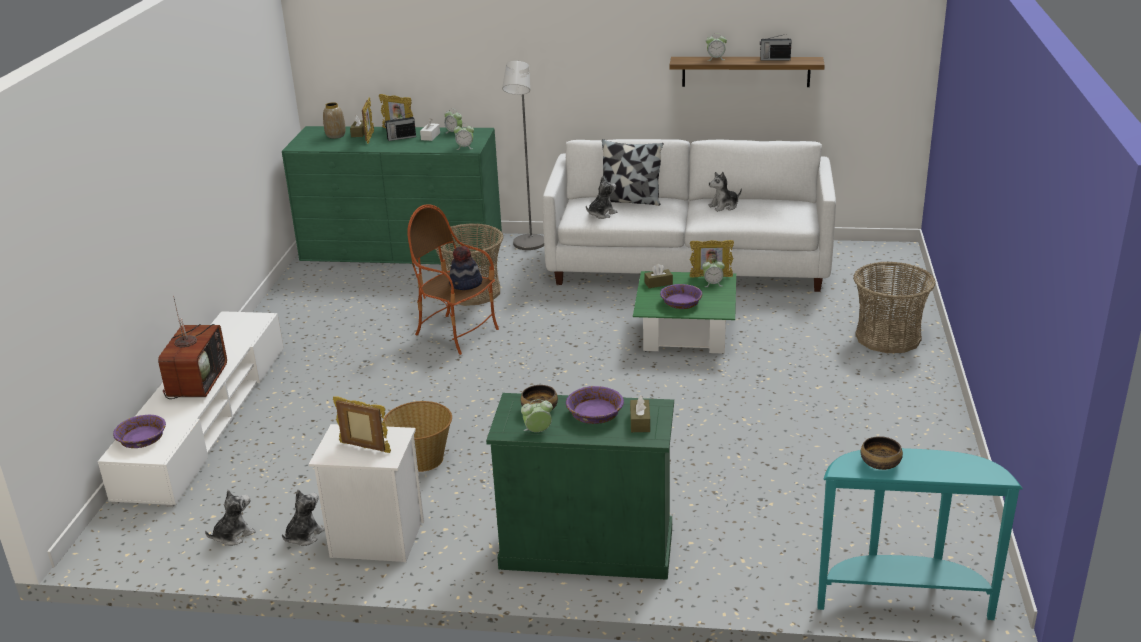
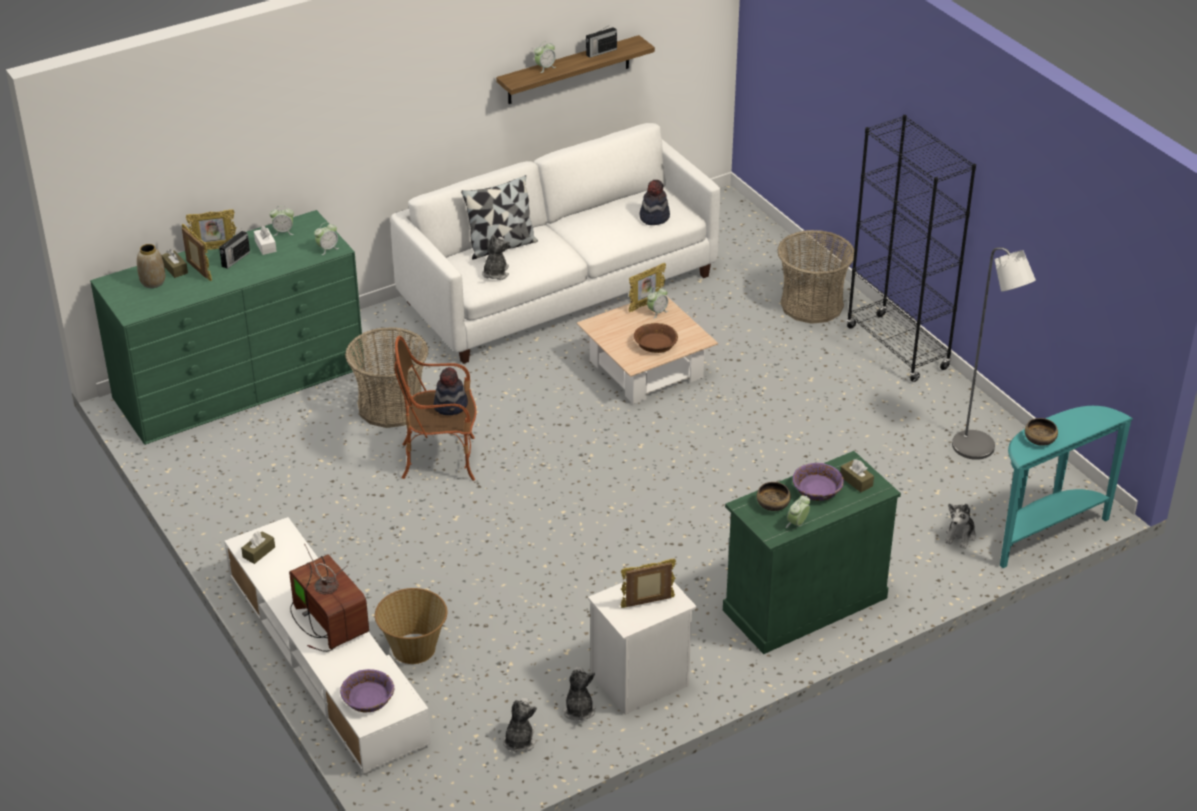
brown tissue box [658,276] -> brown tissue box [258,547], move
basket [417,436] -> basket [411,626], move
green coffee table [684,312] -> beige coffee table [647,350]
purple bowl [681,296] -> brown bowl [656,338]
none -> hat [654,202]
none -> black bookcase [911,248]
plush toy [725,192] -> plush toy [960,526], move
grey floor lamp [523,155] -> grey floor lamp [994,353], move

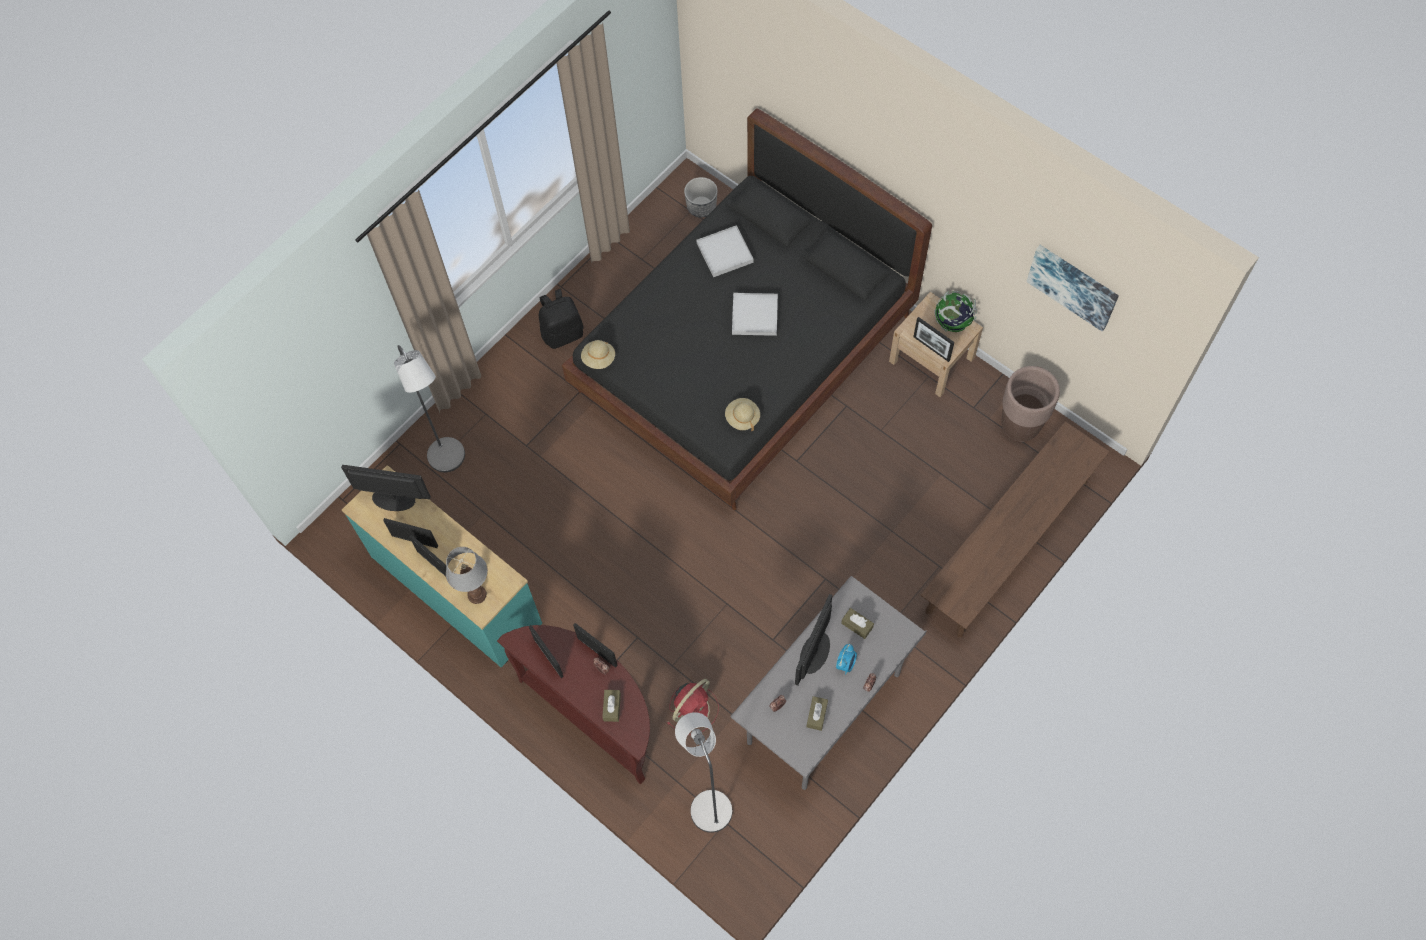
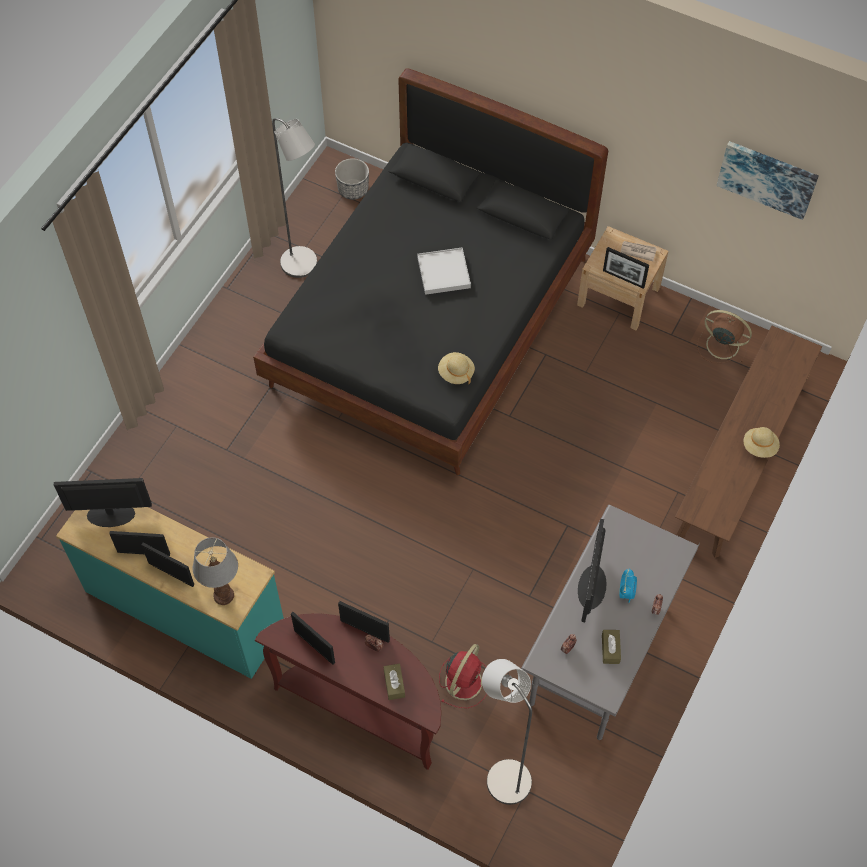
grey floor lamp [429,408] -> grey floor lamp [294,198], move
globe [955,311] -> newspaper [639,251]
brown planter [1030,404] -> brown fan [724,336]
beige hat [598,354] -> beige hat [762,442], move
black backpack [561,319] -> none
white tray [725,251] -> none
brown tissue box [857,623] -> none

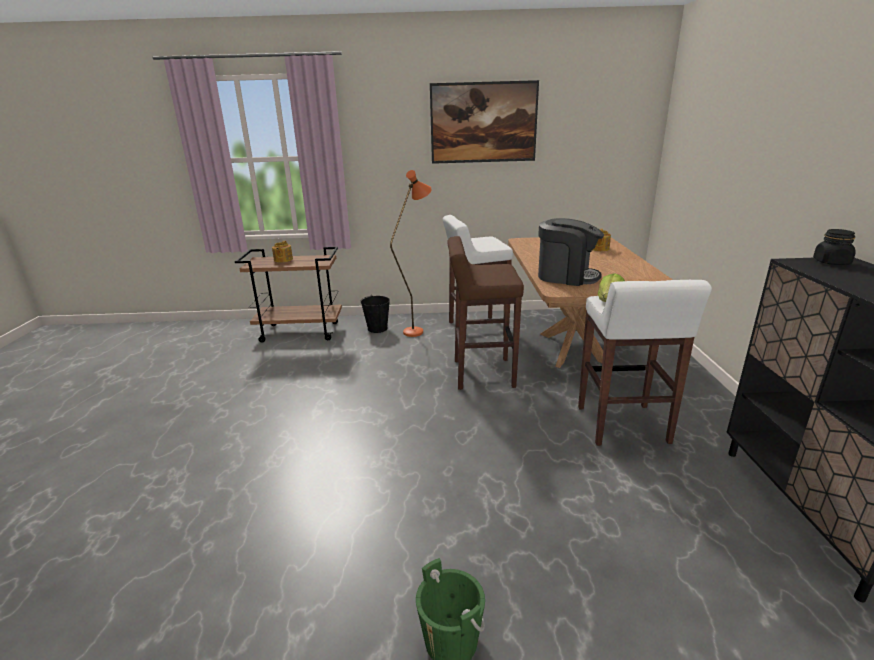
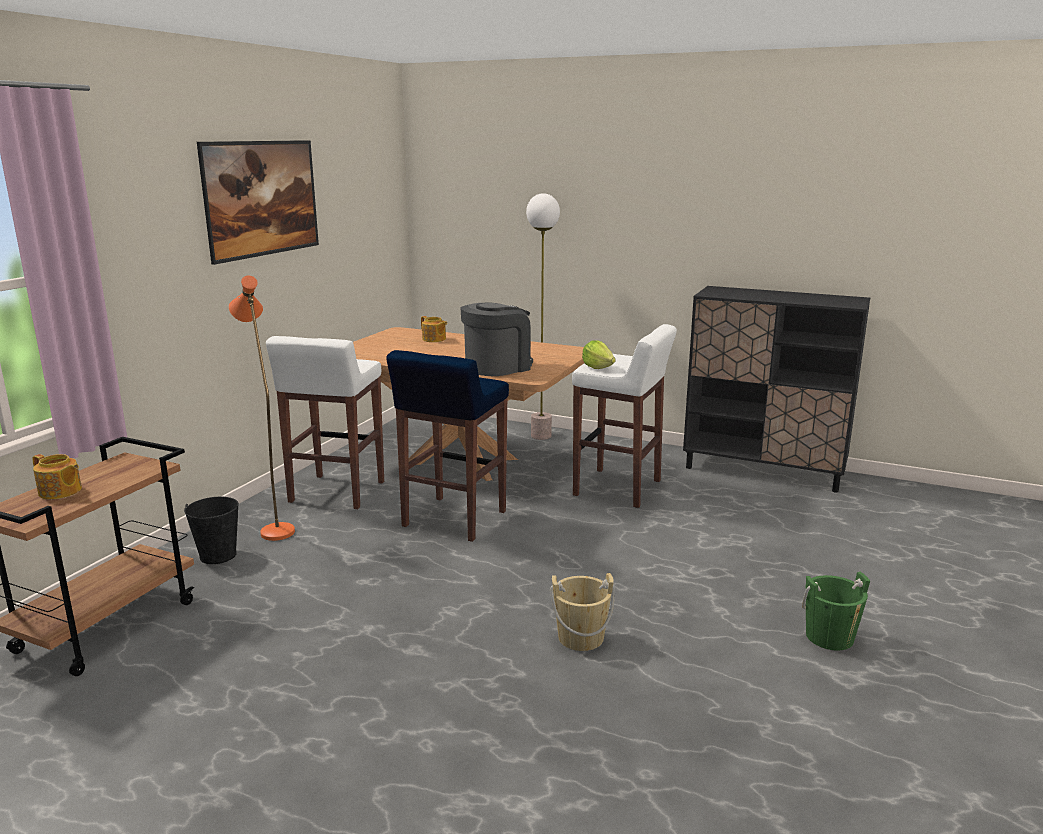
brown stool [486,313] -> blue stool [447,446]
none -> floor lamp [543,316]
none -> beige bucket [582,612]
black jar [834,247] -> none

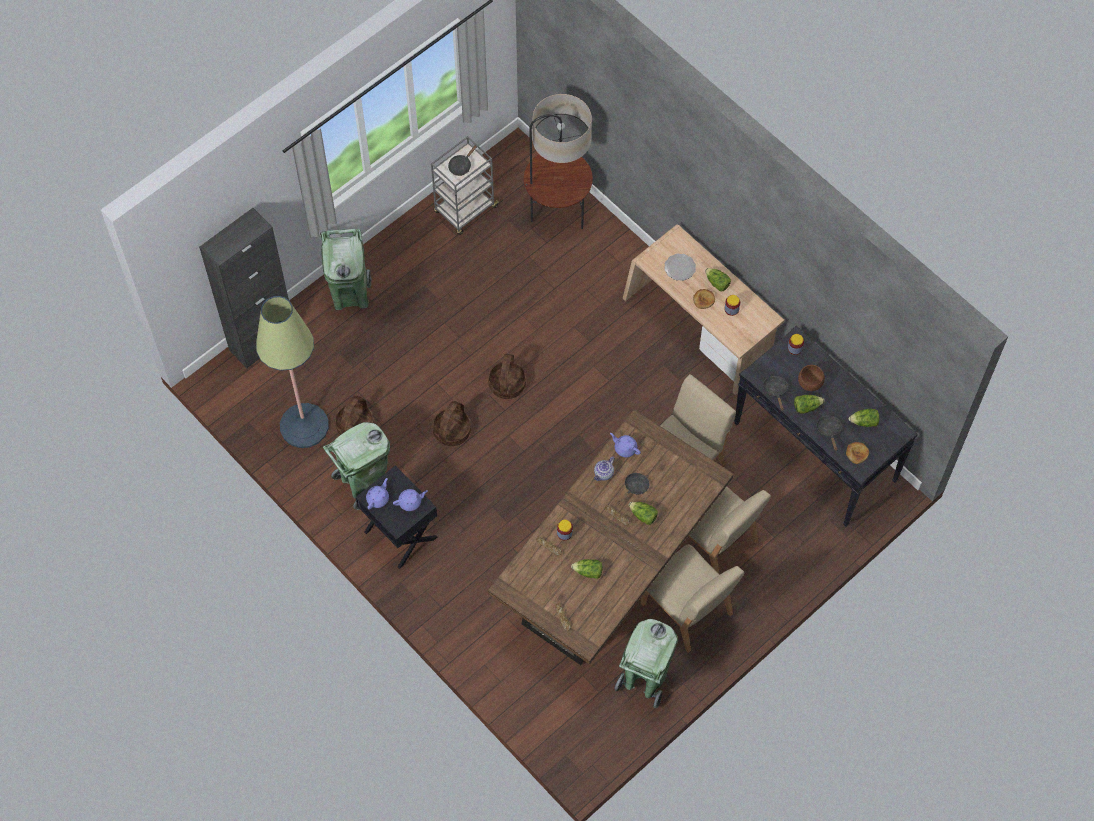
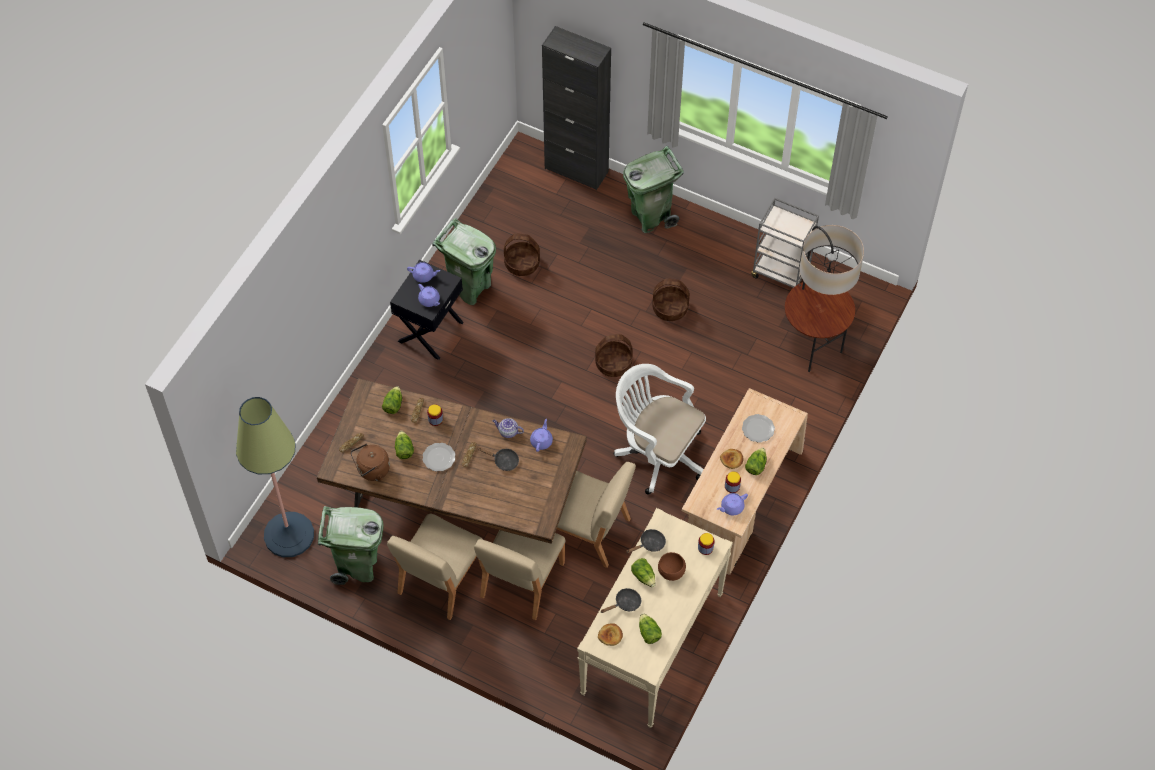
floor lamp [292,372] -> floor lamp [275,477], move
none -> brown kettle [370,462]
lettuce [643,513] -> lettuce [392,400], move
none -> plate [439,457]
black console table [826,426] -> beige console table [655,618]
none -> white office chair [660,429]
basket [452,423] -> basket [671,299], move
none -> purple teapot [732,504]
black frying pan [463,160] -> none

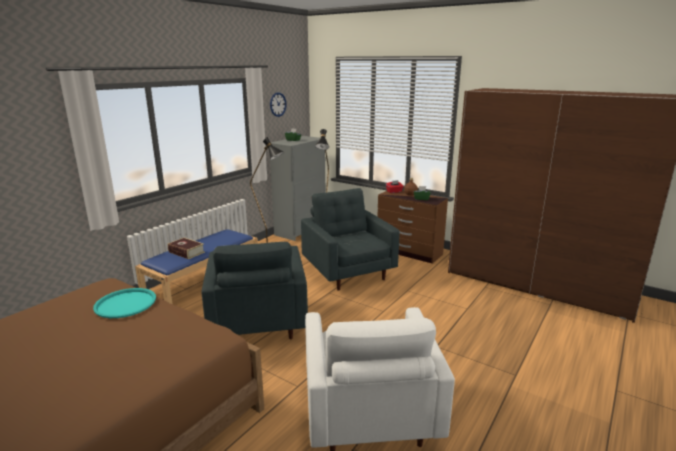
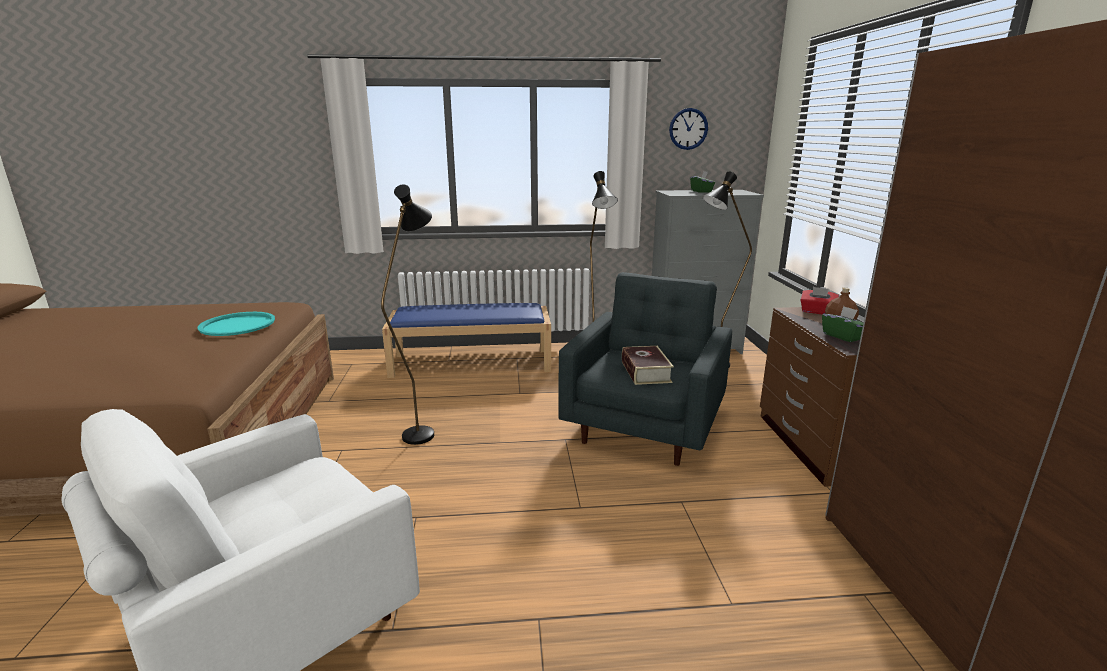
grey armchair [254,290] -> black floor lamp [407,315]
book [186,248] -> book [648,365], move

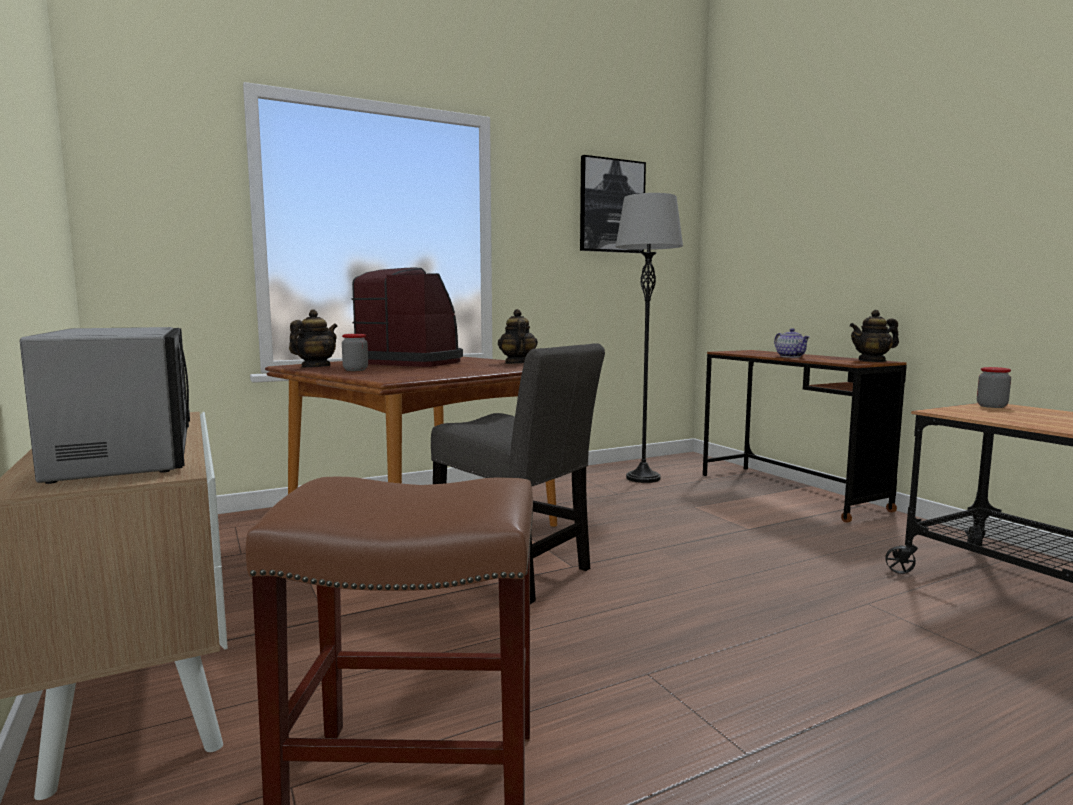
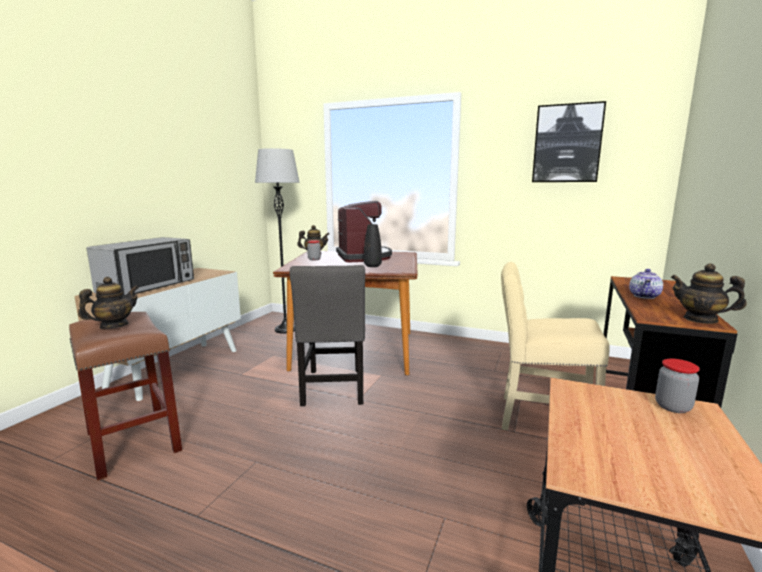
teapot [518,336] -> teapot [108,303], move
grey floor lamp [649,338] -> grey floor lamp [277,241], move
none -> black vase [373,245]
none -> beige chair [555,346]

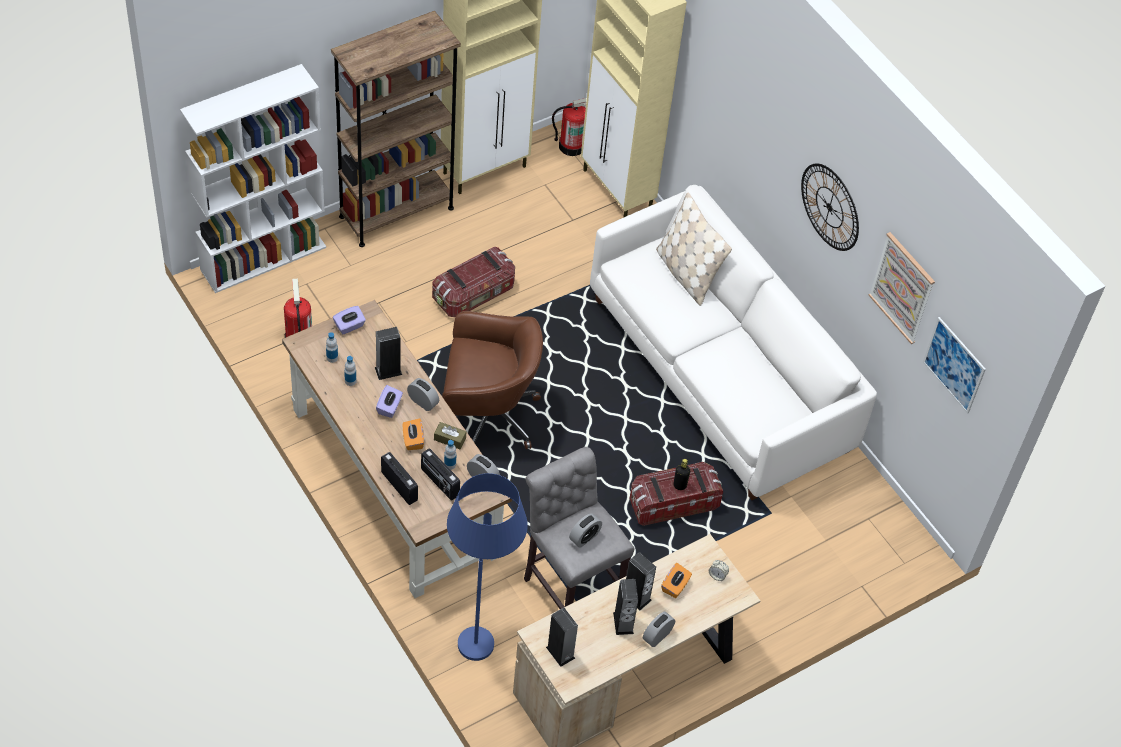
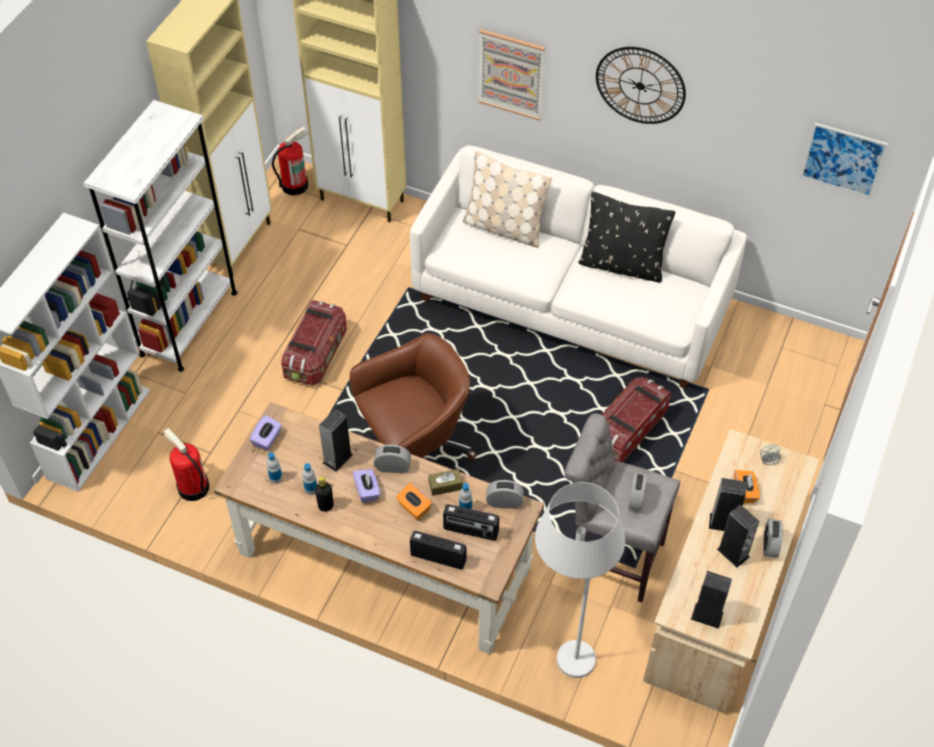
brown bookcase [396,129] -> white bookcase [160,236]
black bottle [682,474] -> black bottle [324,494], move
picture [902,288] -> picture [511,75], move
blue floor lamp [487,567] -> white floor lamp [580,580]
none -> black pillow [626,237]

